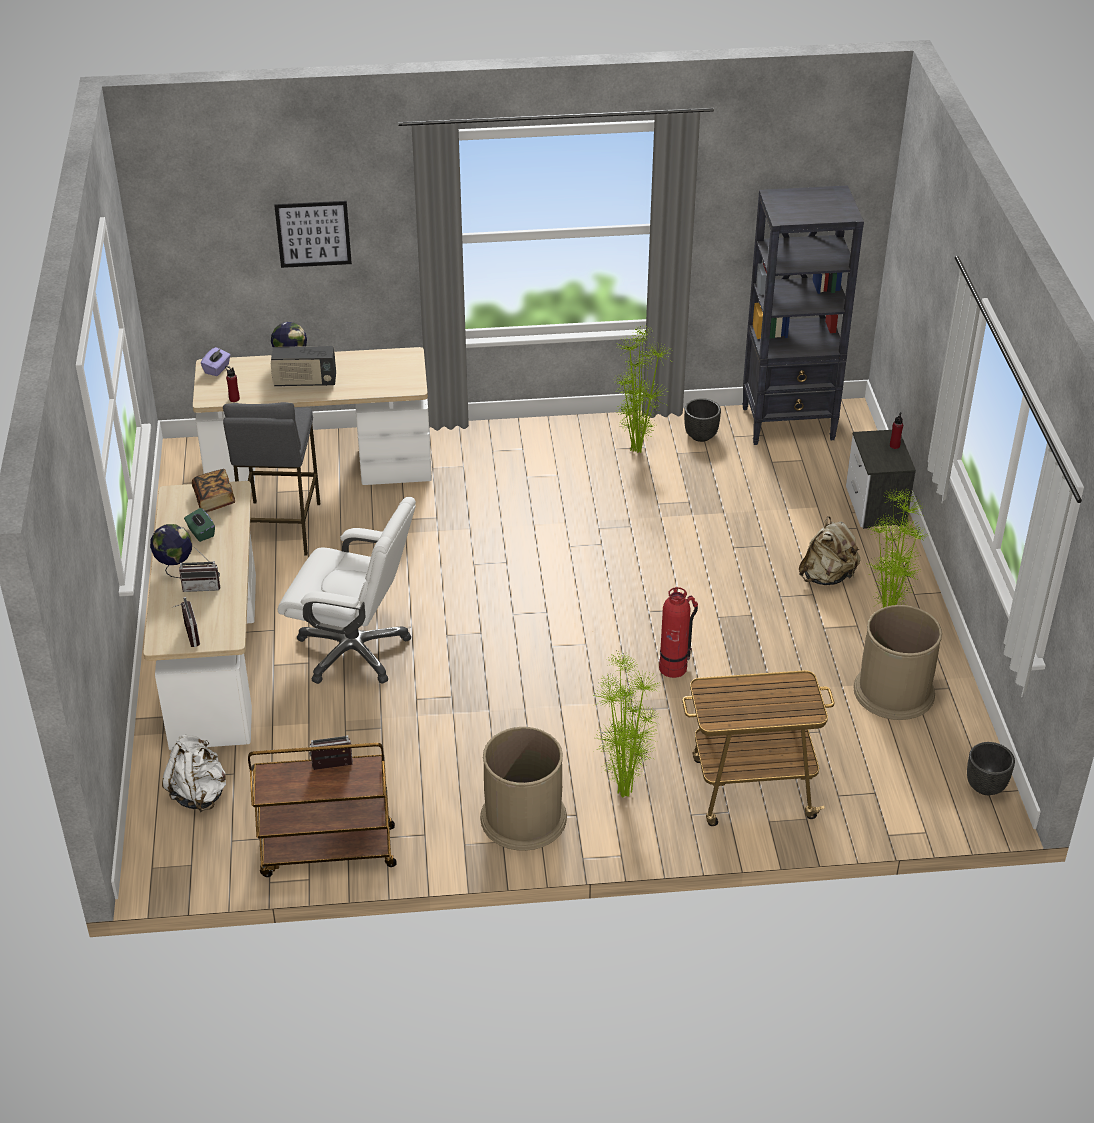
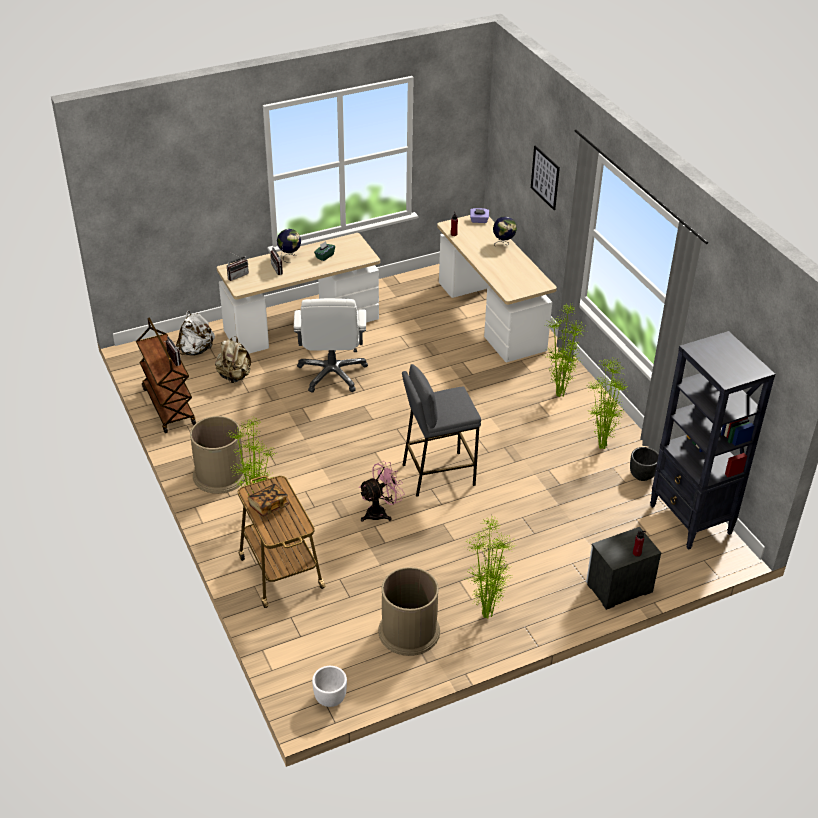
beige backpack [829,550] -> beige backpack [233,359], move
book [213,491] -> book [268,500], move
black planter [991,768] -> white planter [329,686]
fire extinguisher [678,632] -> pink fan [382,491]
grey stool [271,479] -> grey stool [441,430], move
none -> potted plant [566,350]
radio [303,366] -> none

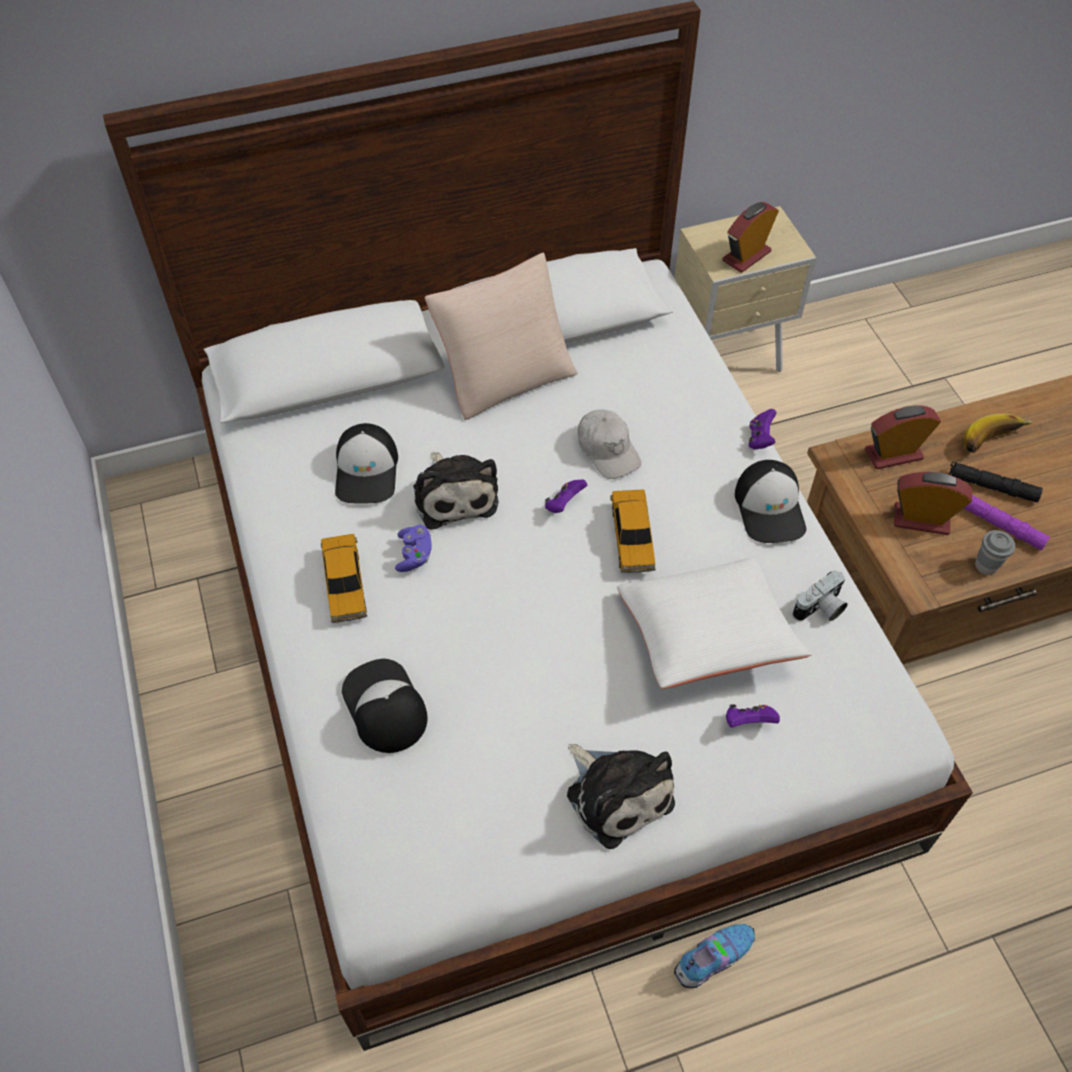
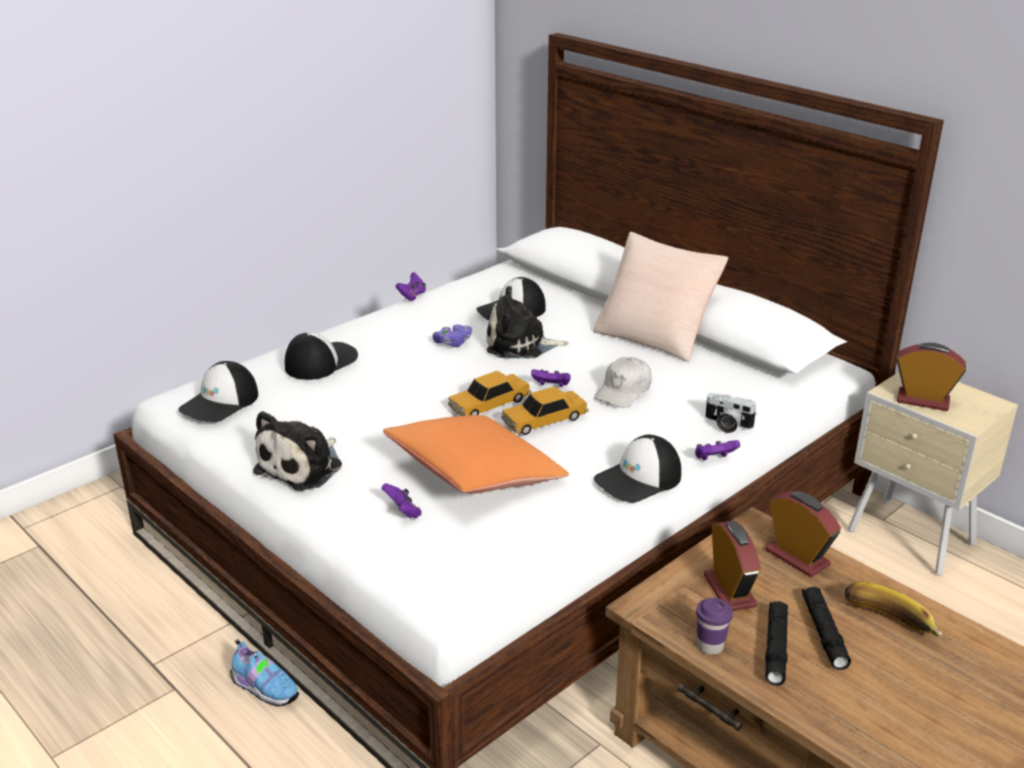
none -> cap [218,391]
white pillow [714,623] -> orange pillow [476,454]
none -> purple game controller [411,286]
toy car [344,578] -> toy car [489,393], move
plush toy [456,491] -> plush toy [527,322], 45 degrees clockwise
grey cup [995,552] -> purple cup [714,626]
photo camera [820,595] -> photo camera [731,413], move
purple flashlight [1007,523] -> black flashlight [776,643]

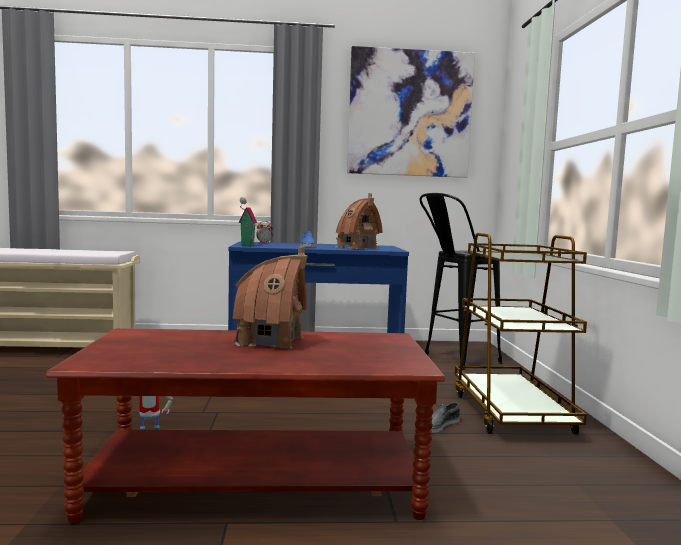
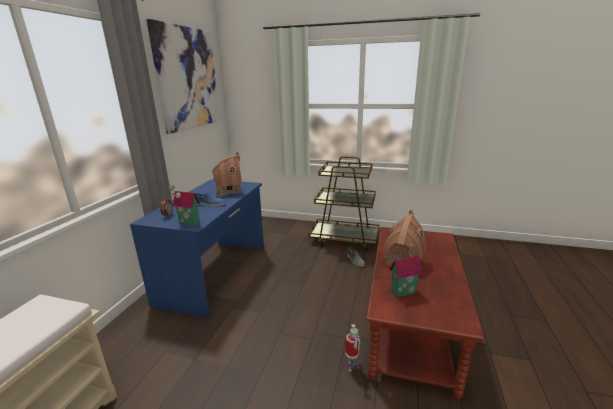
none -> toy house [406,270]
black stool [460,281] -> none

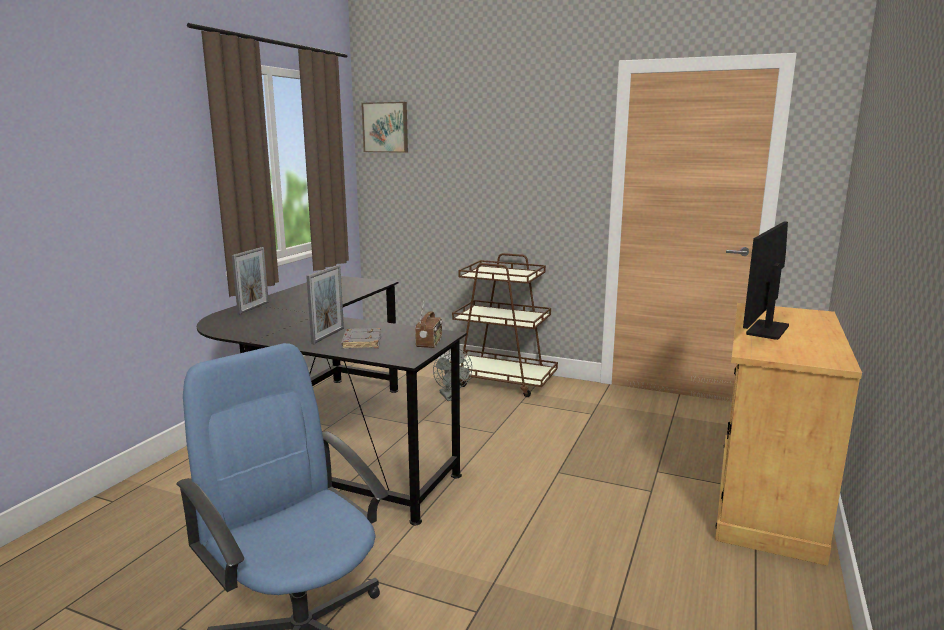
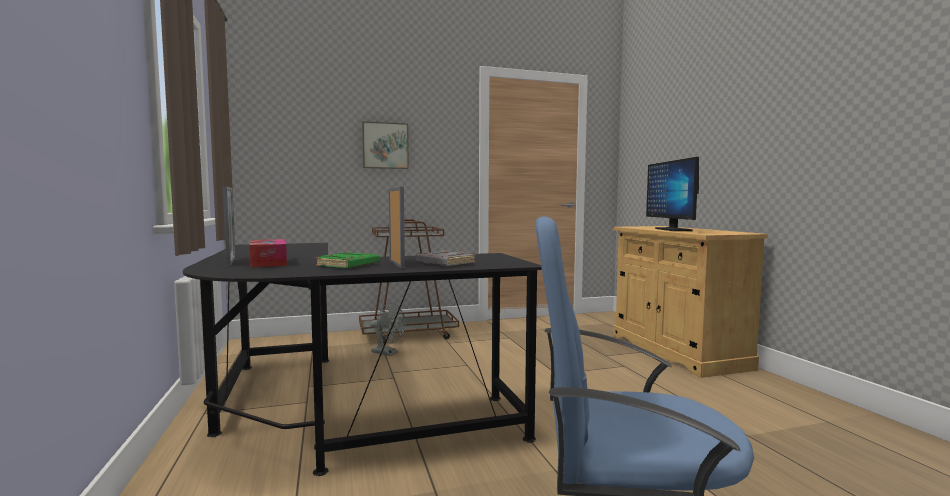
none -> tissue box [268,253]
none -> green book [347,259]
picture [384,127] -> picture [385,145], move
radio [428,325] -> none

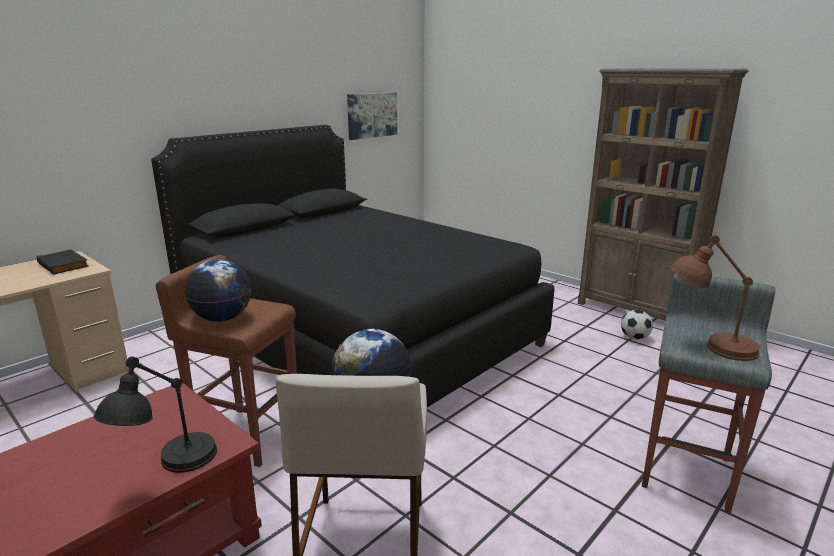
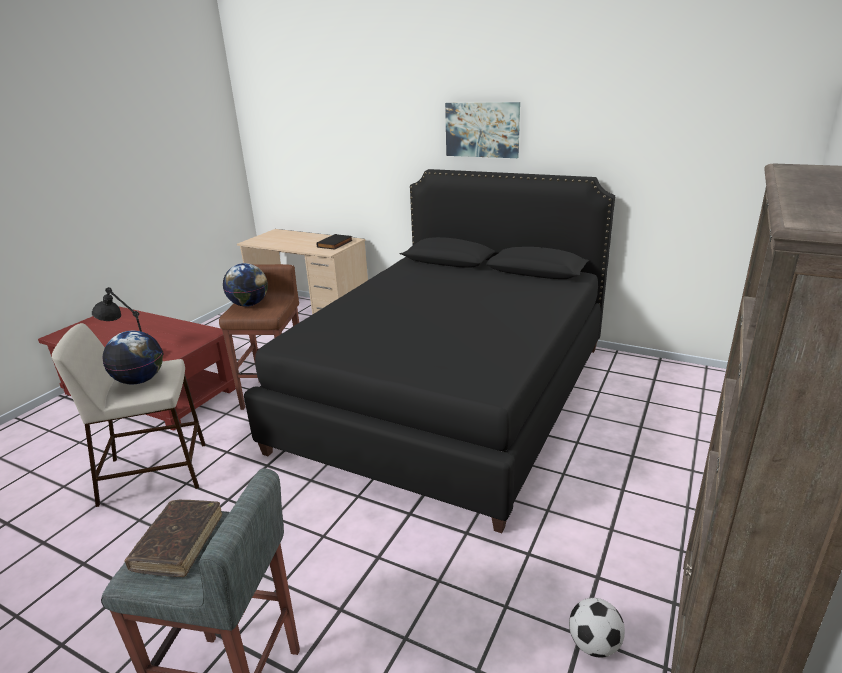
brown table lamp [715,298] -> brown book [173,538]
picture [372,116] -> picture [482,130], move

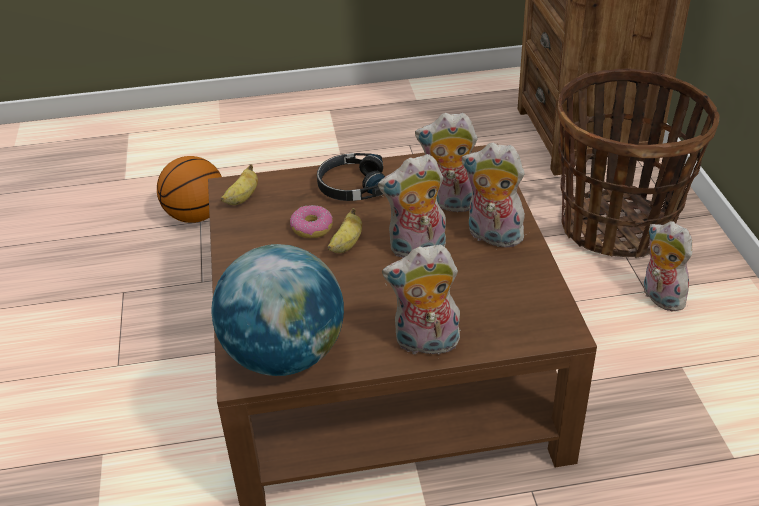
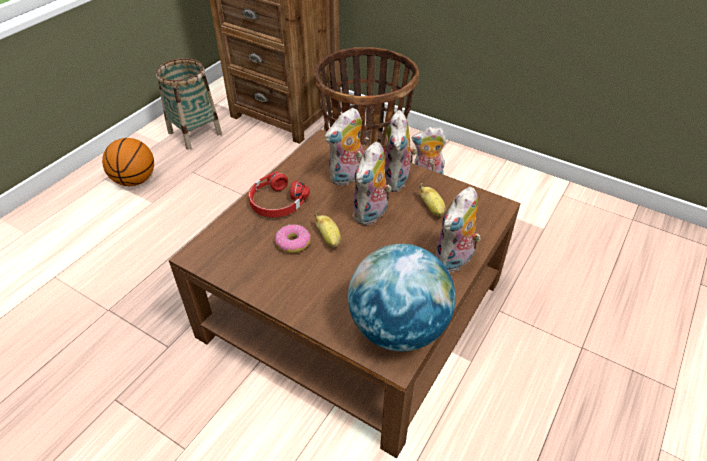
basketball [189,189] -> basketball [128,162], move
none -> basket [189,104]
black headphones [351,177] -> red headphones [279,194]
plush toy [494,194] -> plush toy [400,151], 60 degrees counterclockwise
banana [239,184] -> banana [432,199], move

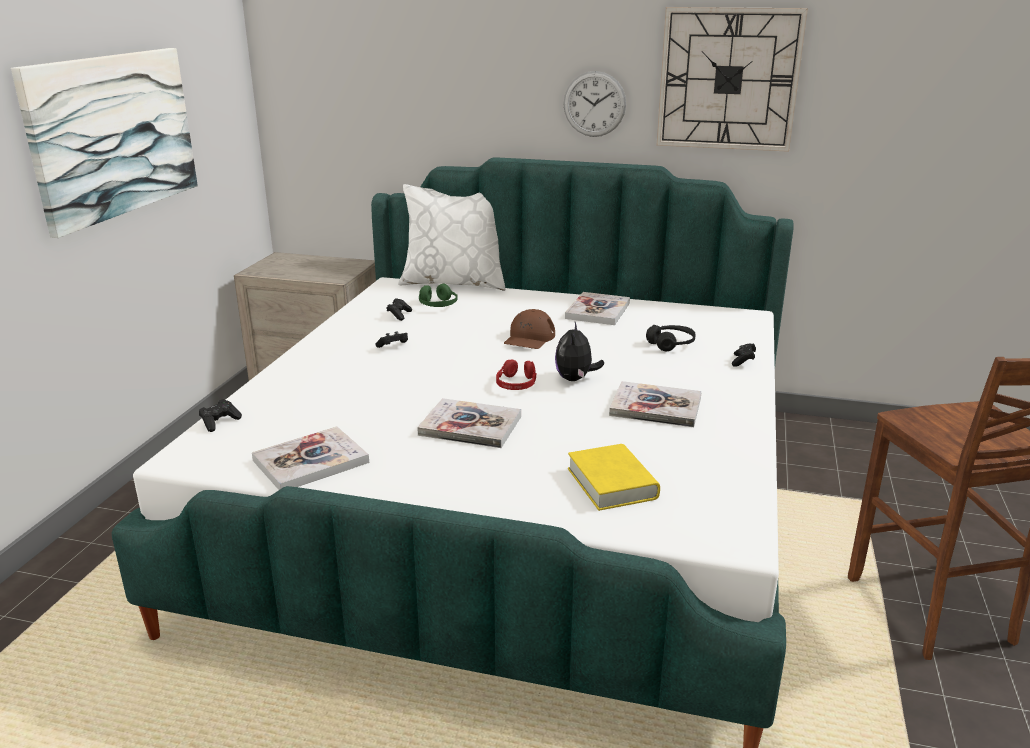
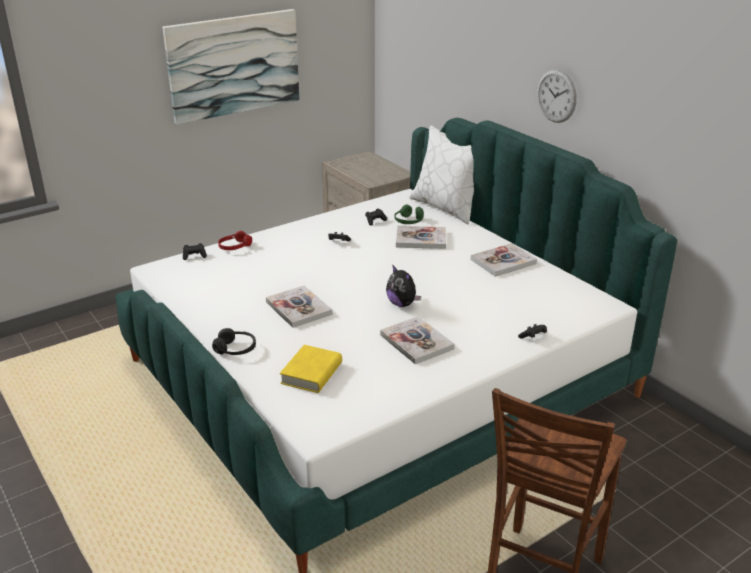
black headphones [671,338] -> black headphones [234,341], move
red headphones [516,374] -> red headphones [235,240], move
plush toy [579,351] -> plush toy [403,286], 90 degrees counterclockwise
book [310,458] -> book [421,237], move
brown cap [529,329] -> none
wall clock [732,79] -> none

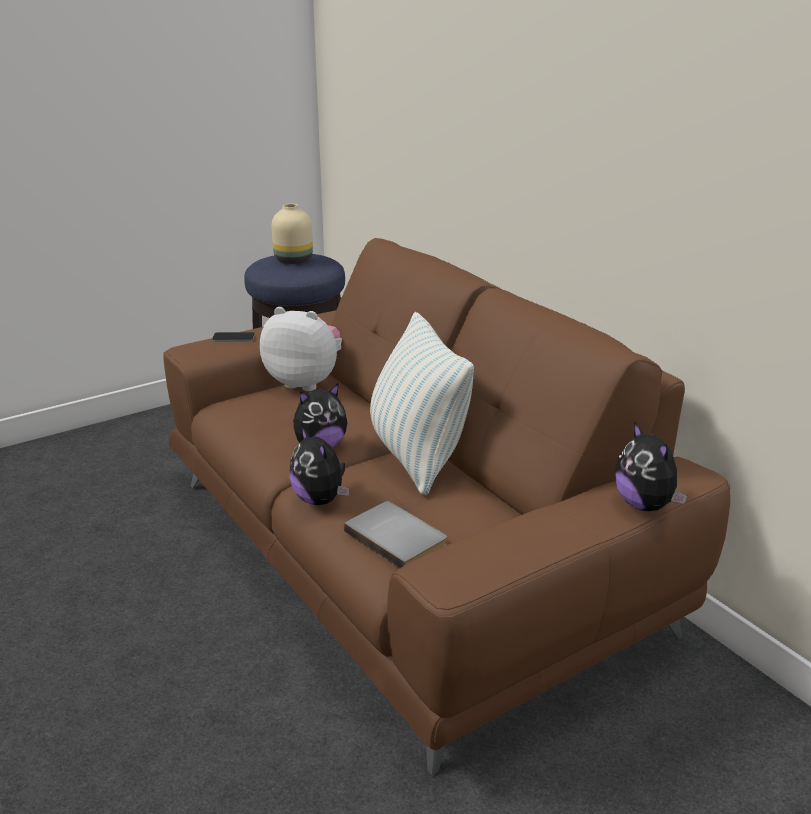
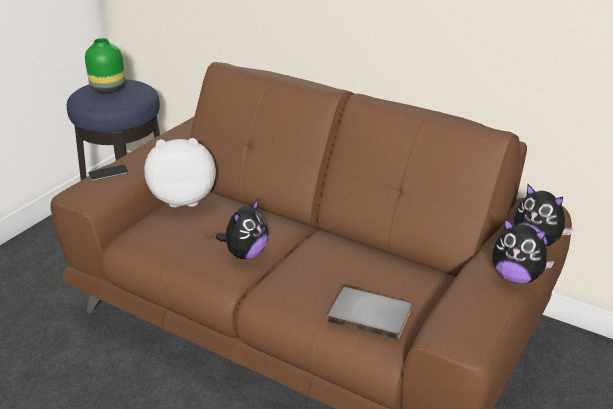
beige vase [292,233] -> green vase [105,65]
plush toy [319,465] -> plush toy [523,250], move
pillow [422,403] -> none

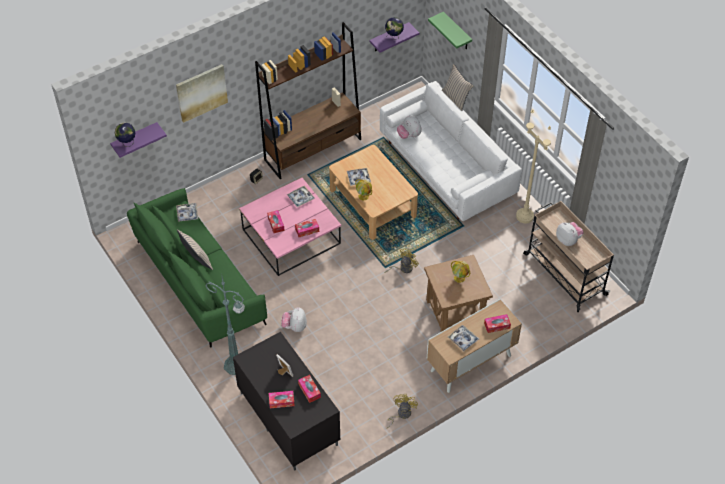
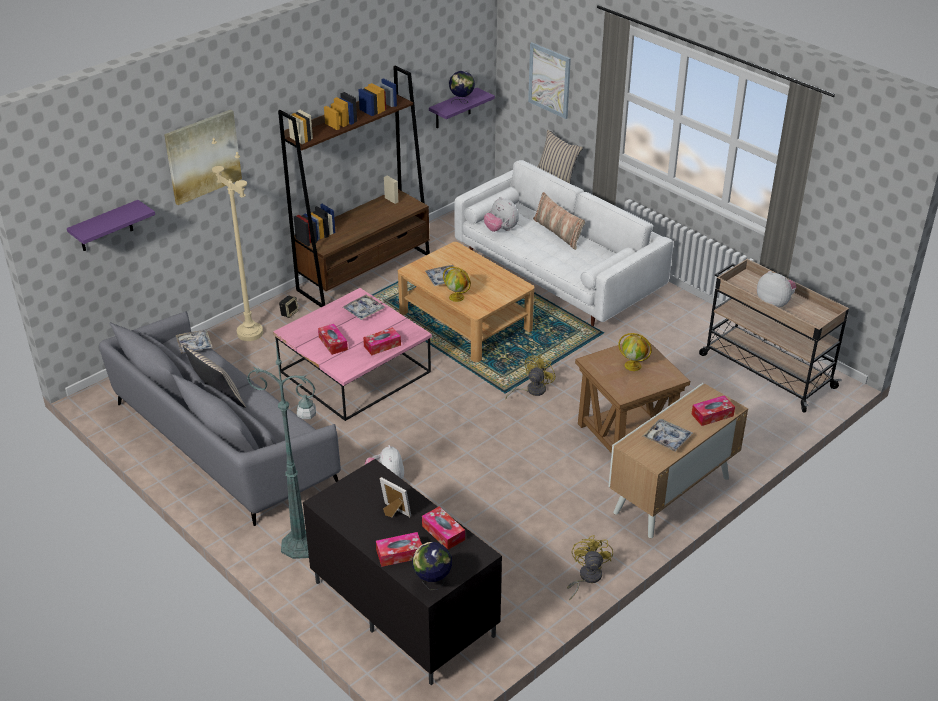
green sofa [197,268] -> grey sofa [220,418]
beige floor lamp [533,166] -> beige floor lamp [237,239], move
globe [125,135] -> globe [432,566], move
green shelf [450,31] -> picture [549,80]
none -> pillow [559,221]

